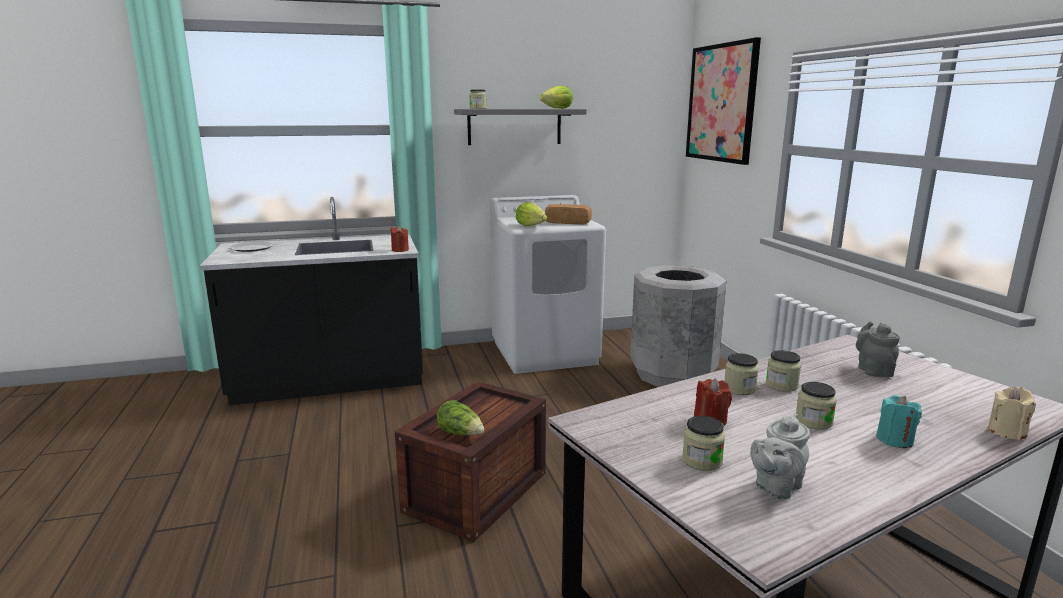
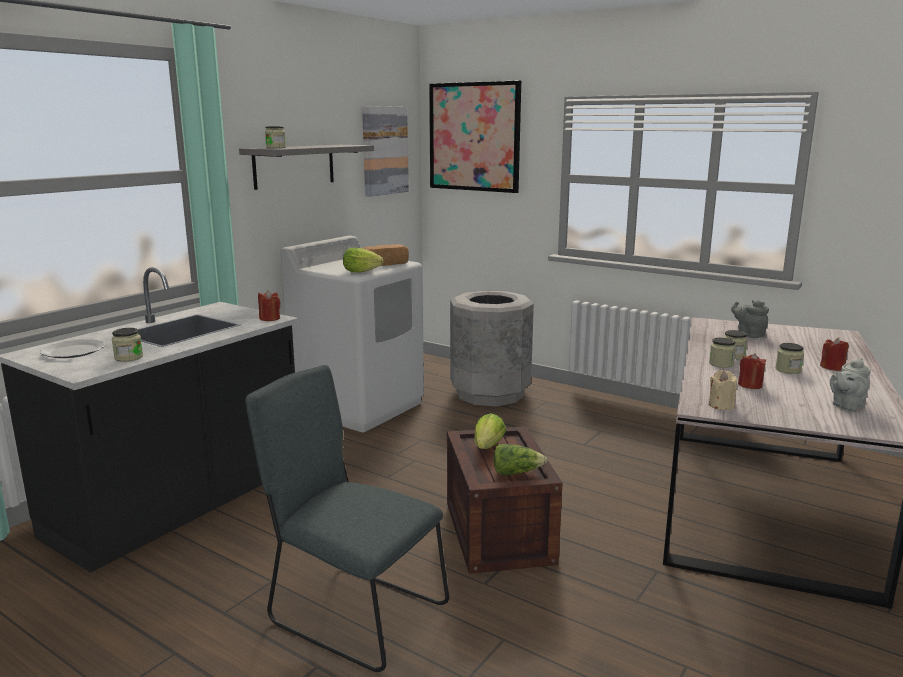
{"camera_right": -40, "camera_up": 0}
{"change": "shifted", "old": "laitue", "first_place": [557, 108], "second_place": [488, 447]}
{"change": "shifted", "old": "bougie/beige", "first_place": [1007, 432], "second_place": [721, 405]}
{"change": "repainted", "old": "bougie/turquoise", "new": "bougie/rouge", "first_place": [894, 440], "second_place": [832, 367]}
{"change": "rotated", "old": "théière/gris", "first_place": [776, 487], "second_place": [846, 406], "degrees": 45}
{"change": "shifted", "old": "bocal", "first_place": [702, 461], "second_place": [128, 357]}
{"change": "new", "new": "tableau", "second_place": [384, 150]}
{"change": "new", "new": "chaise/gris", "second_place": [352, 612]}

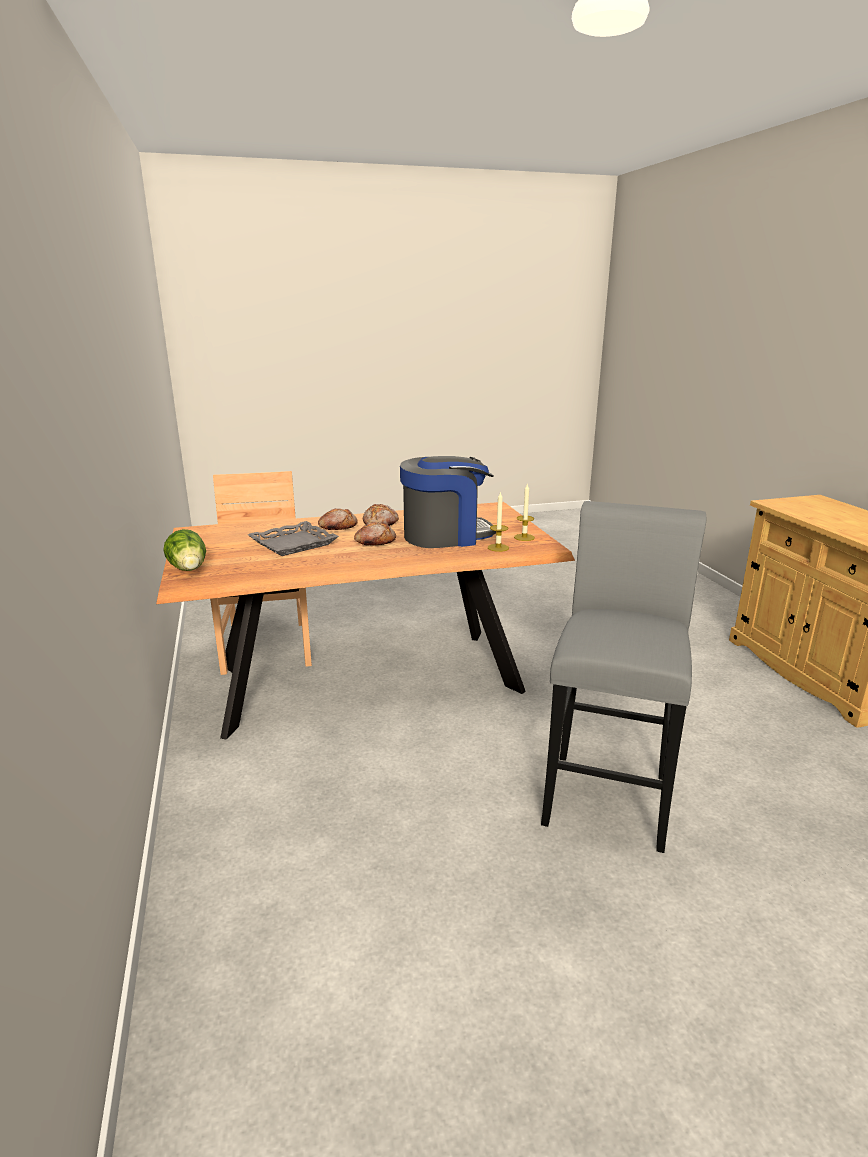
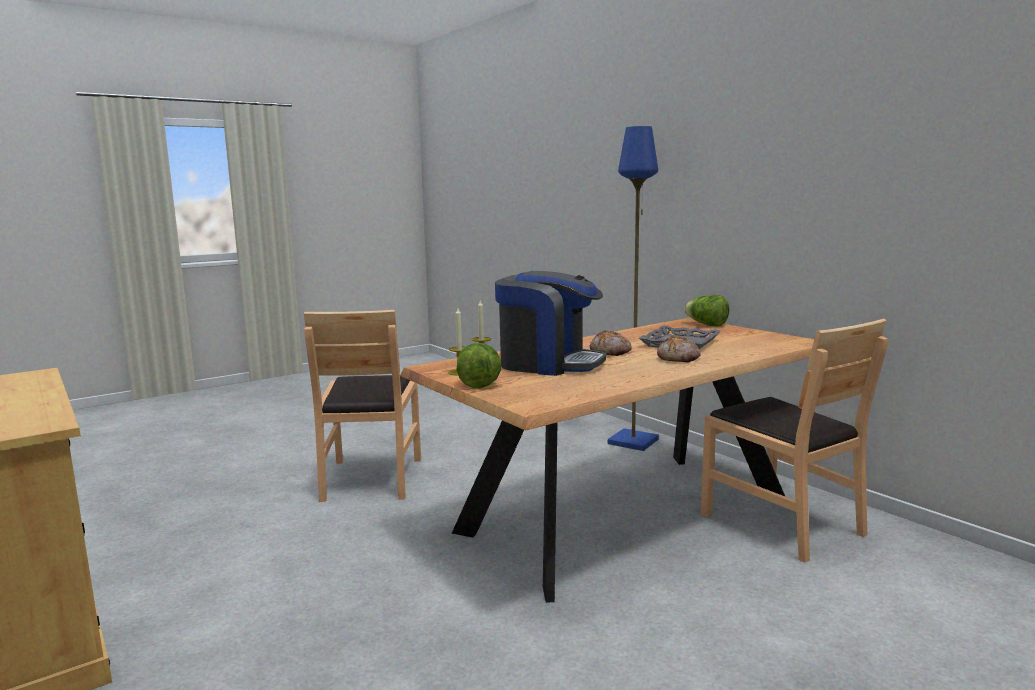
{"camera_right": 160, "camera_up": -10}
{"change": "rotated", "old": "machine à café", "first_place": [446, 536], "second_place": [548, 364], "degrees": -120}
{"change": "swapped", "old": "tabouret/gris", "new": "chaise/marron", "first_place": [608, 792], "second_place": [371, 478]}
{"change": "gone", "old": "pain", "first_place": [381, 522]}
{"change": "new", "new": "lampadaire/bleu", "second_place": [634, 441]}
{"change": "new", "new": "laitue", "second_place": [478, 383]}

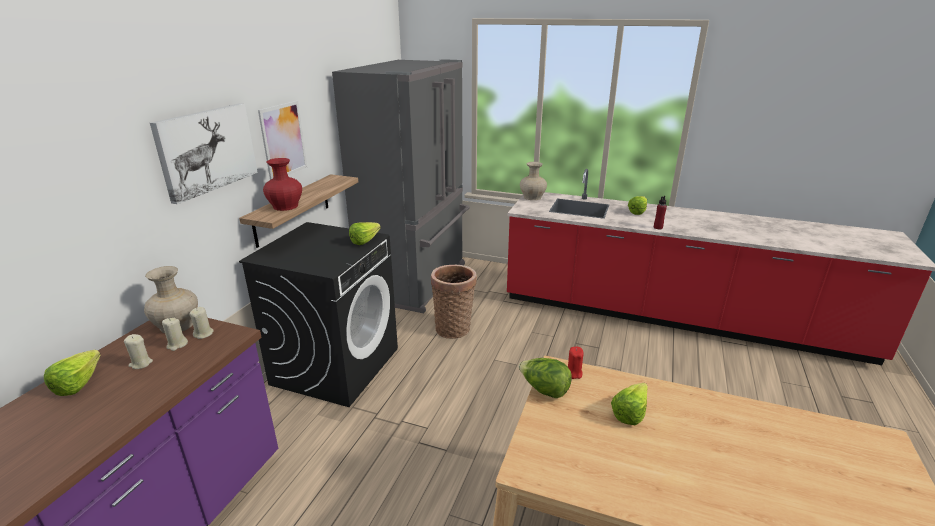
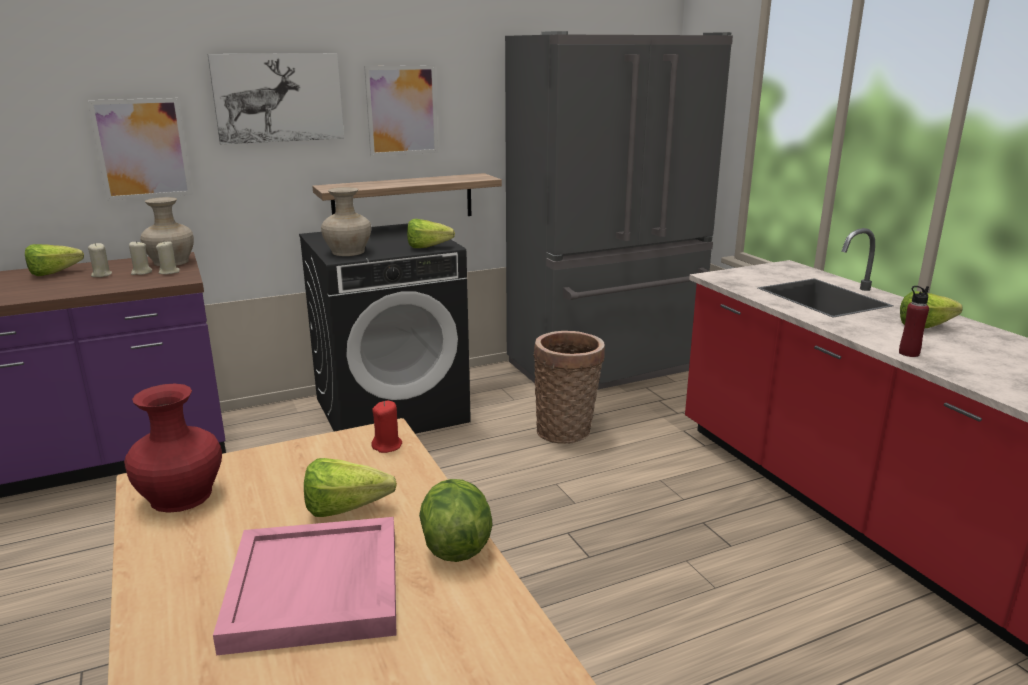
{"camera_right": 45, "camera_up": -5}
{"change": "shifted", "old": "vase/rouge", "first_place": [285, 206], "second_place": [181, 495]}
{"change": "shifted", "old": "vase/beige", "first_place": [532, 197], "second_place": [348, 252]}
{"change": "shifted", "old": "laitue", "first_place": [544, 390], "second_place": [455, 544]}
{"change": "new", "new": "tableau", "second_place": [142, 149]}
{"change": "new", "new": "plateau/rose", "second_place": [317, 588]}

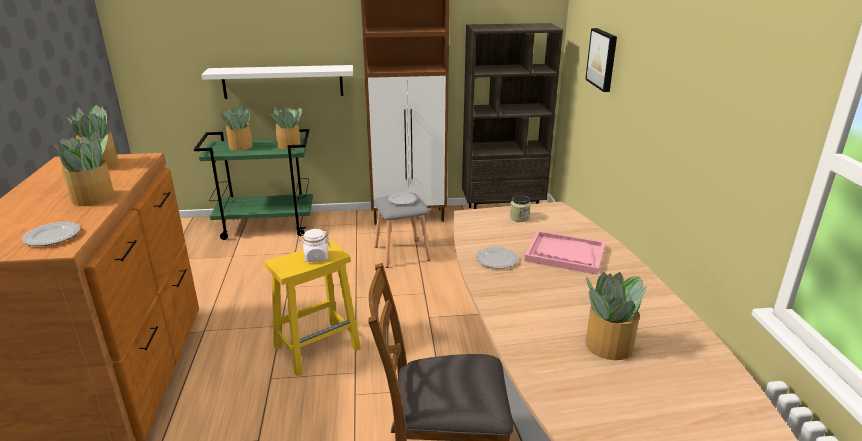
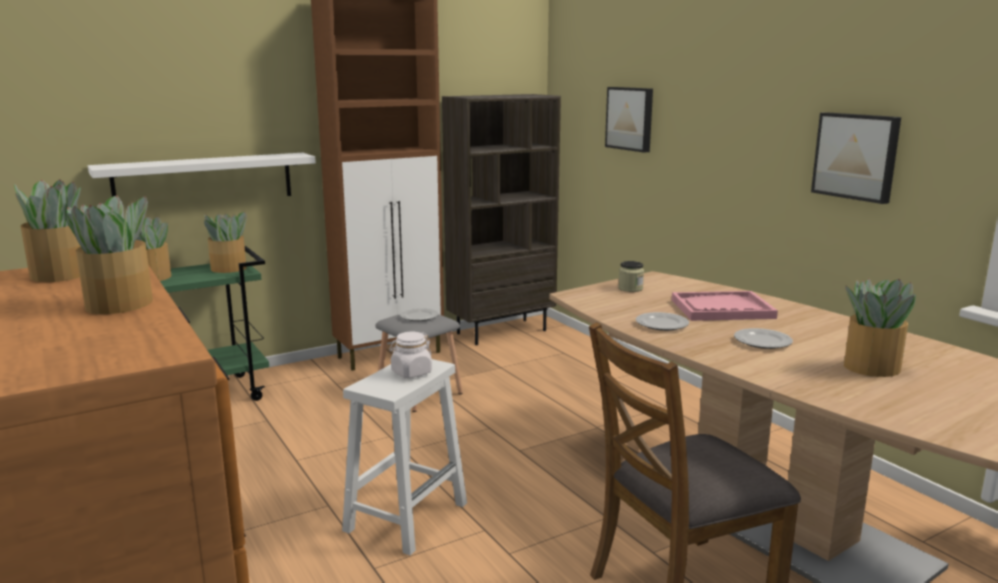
{"camera_right": -25, "camera_up": -10}
{"change": "shifted", "old": "assiette", "first_place": [53, 237], "second_place": [763, 342]}
{"change": "repainted", "old": "tabouret/jaune", "new": "tabouret/blanc", "first_place": [318, 347], "second_place": [407, 516]}
{"change": "new", "new": "tableau", "second_place": [856, 156]}

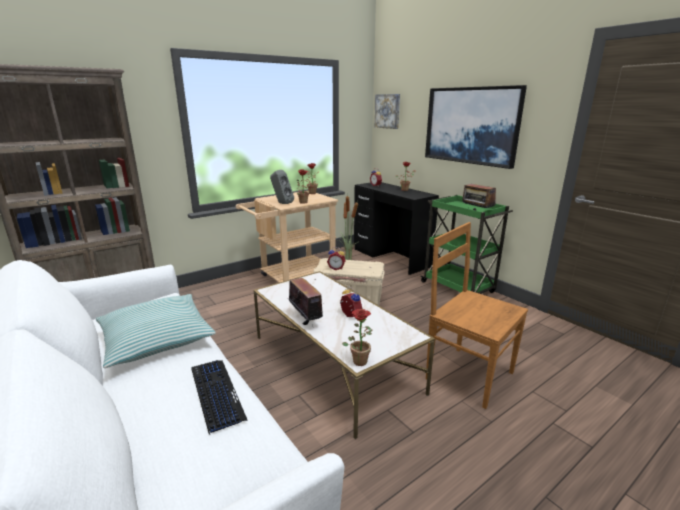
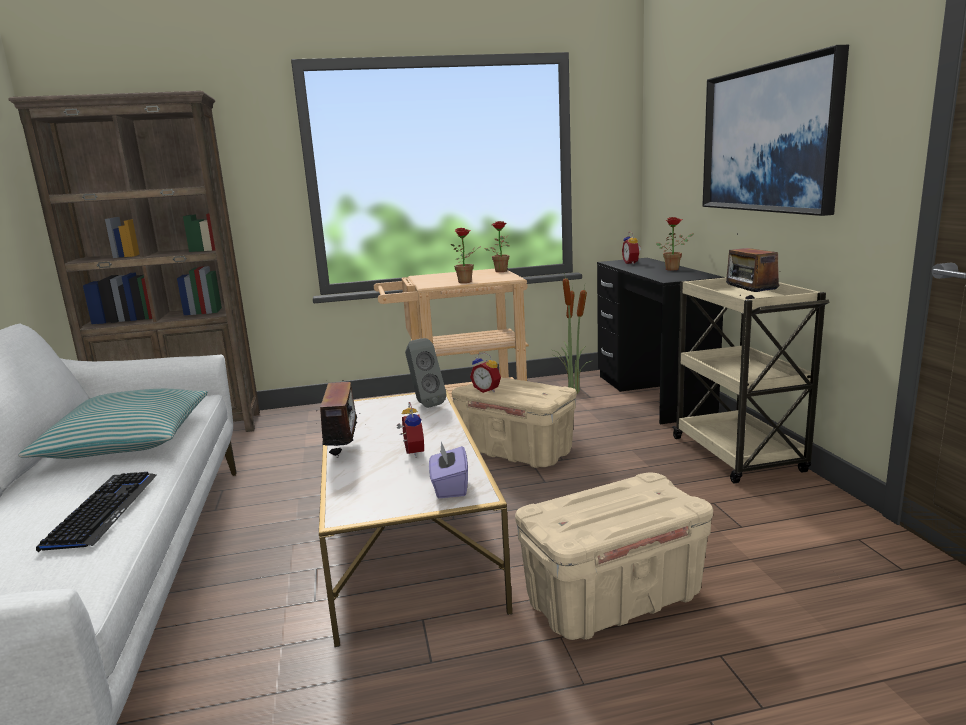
{"camera_right": 25, "camera_up": -5}
{"change": "gone", "old": "tableau", "first_place": [388, 111]}
{"change": "shifted", "old": "enceinte/gris", "first_place": [281, 203], "second_place": [424, 404]}
{"change": "repainted", "old": "chariot/vert", "new": "chariot/beige", "first_place": [458, 288], "second_place": [738, 456]}
{"change": "swapped", "old": "chaise/marron", "new": "boîte de rangement/beige", "first_place": [467, 374], "second_place": [614, 598]}
{"change": "gone", "old": "plante en pot", "first_place": [359, 359]}
{"change": "new", "new": "boîte à mouchoirs/violet", "second_place": [449, 487]}

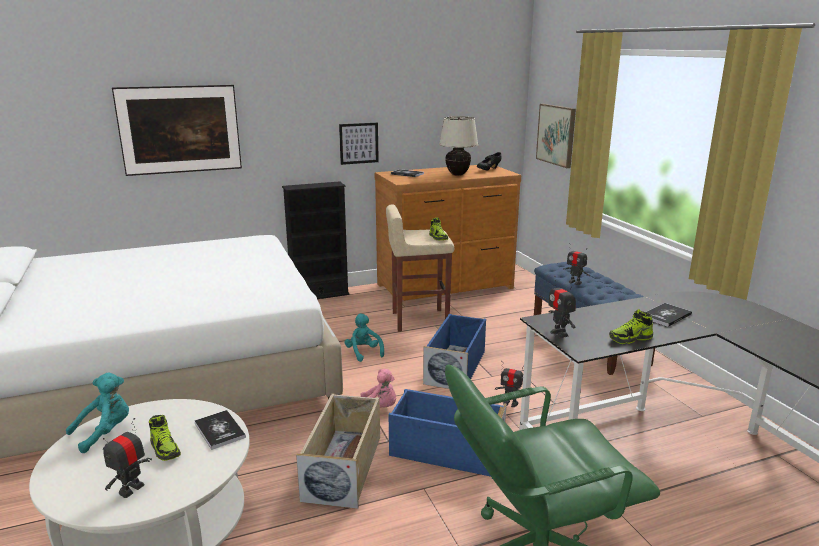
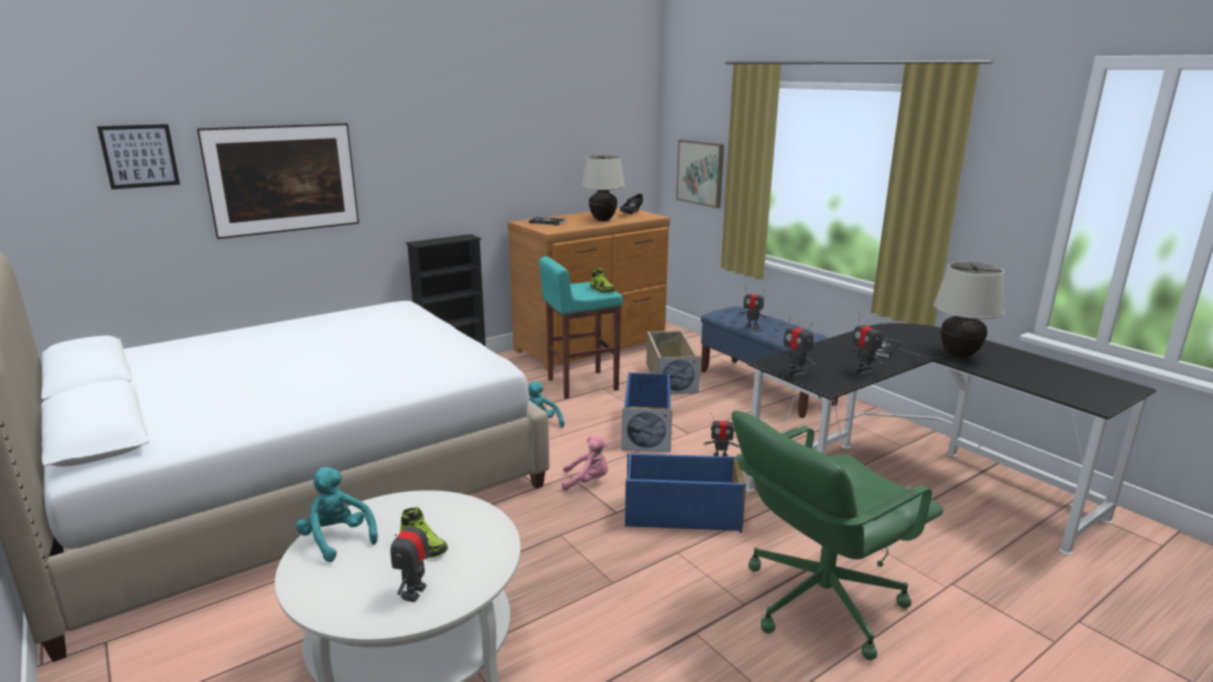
{"camera_right": -15, "camera_up": 0}
{"change": "shifted", "old": "tableau", "first_place": [359, 143], "second_place": [139, 156]}
{"change": "repainted", "old": "tabouret/beige", "new": "tabouret/turquoise", "first_place": [418, 320], "second_place": [581, 384]}
{"change": "swapped", "old": "chaussure", "new": "robot jouet", "first_place": [630, 339], "second_place": [863, 372]}
{"change": "rotated", "old": "peluche/turquoise", "first_place": [105, 432], "second_place": [337, 539], "degrees": -75}
{"change": "shifted", "old": "boîte de rangement/beige", "first_place": [343, 467], "second_place": [670, 377]}
{"change": "gone", "old": "livre", "first_place": [219, 430]}
{"change": "new", "new": "lampe de table/beige", "second_place": [959, 355]}

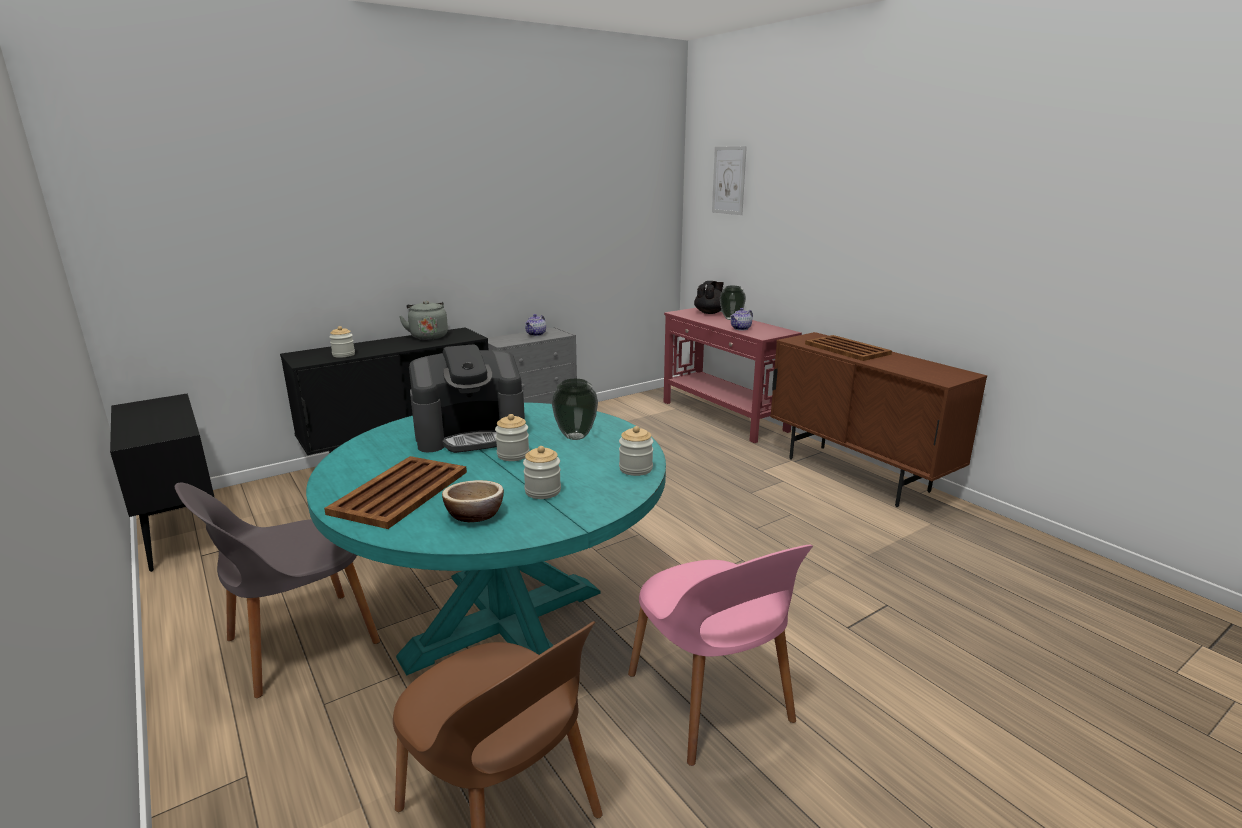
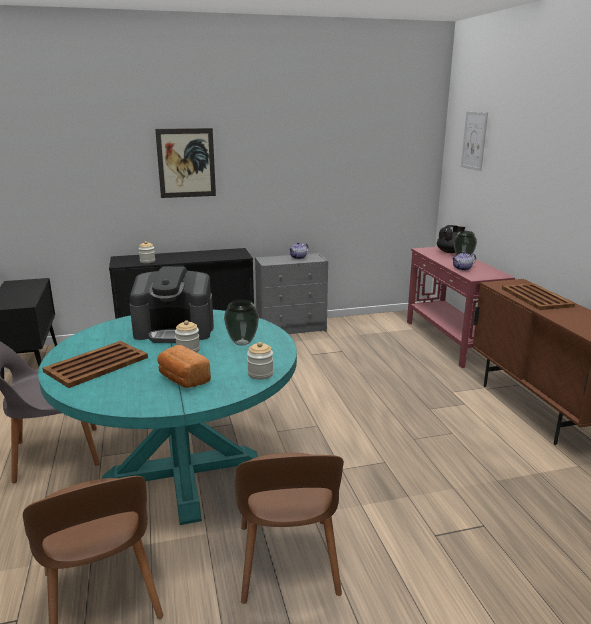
{"camera_right": 20, "camera_up": 0}
{"change": "gone", "old": "bouilloire/gris", "first_place": [428, 336]}
{"change": "swapped", "old": "bocal", "new": "pain", "first_place": [543, 491], "second_place": [182, 379]}
{"change": "gone", "old": "bol", "first_place": [475, 515]}
{"change": "repainted", "old": "chaise/rose", "new": "chaise/marron", "first_place": [710, 701], "second_place": [287, 562]}
{"change": "new", "new": "tableau", "second_place": [186, 163]}

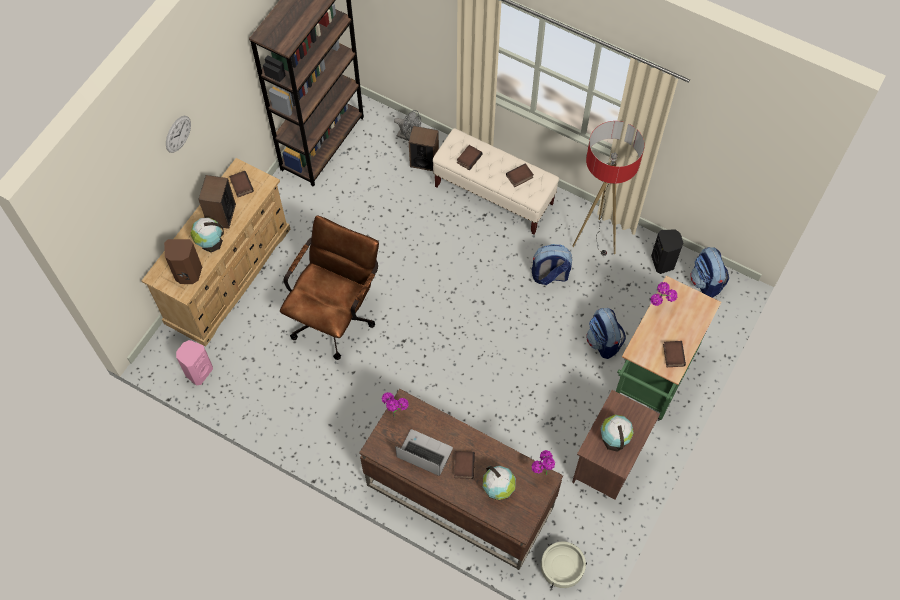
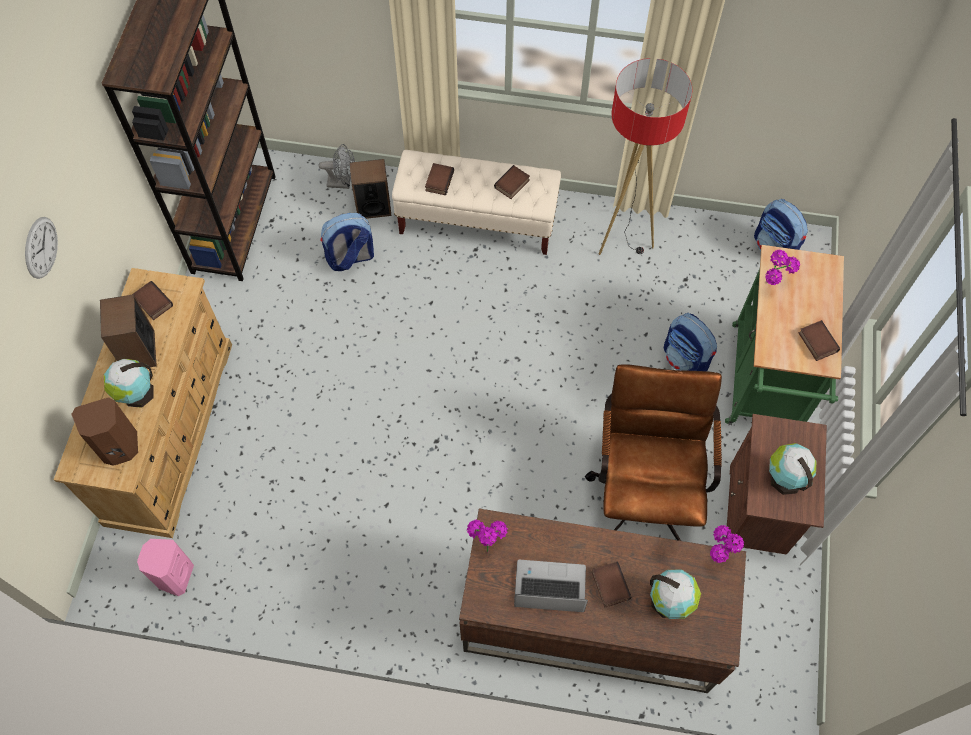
{"camera_right": -20, "camera_up": 0}
{"change": "shifted", "old": "chaise de bureau/marron", "first_place": [336, 314], "second_place": [645, 488]}
{"change": "gone", "old": "enceinte/noir", "first_place": [663, 262]}
{"change": "shifted", "old": "sac à dos", "first_place": [549, 275], "second_place": [350, 258]}
{"change": "gone", "old": "cache-pot/beige", "first_place": [561, 568]}

